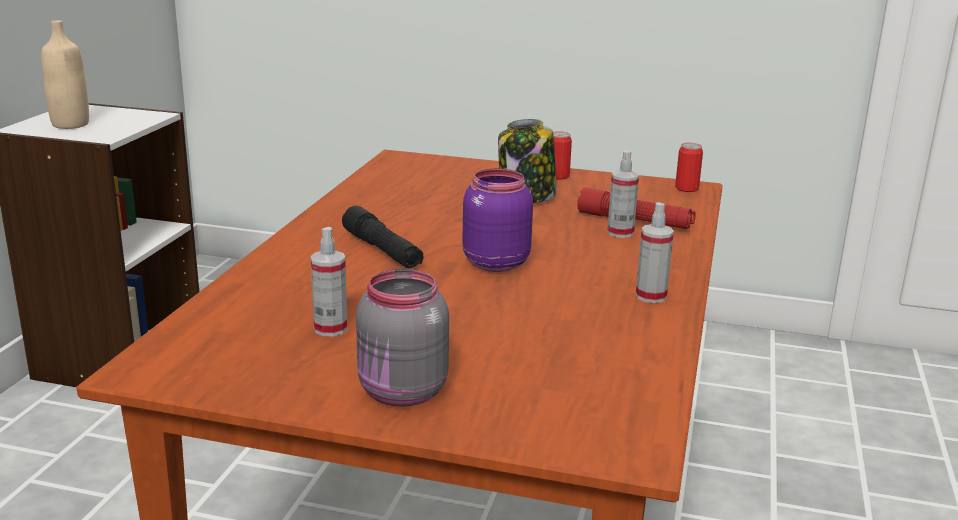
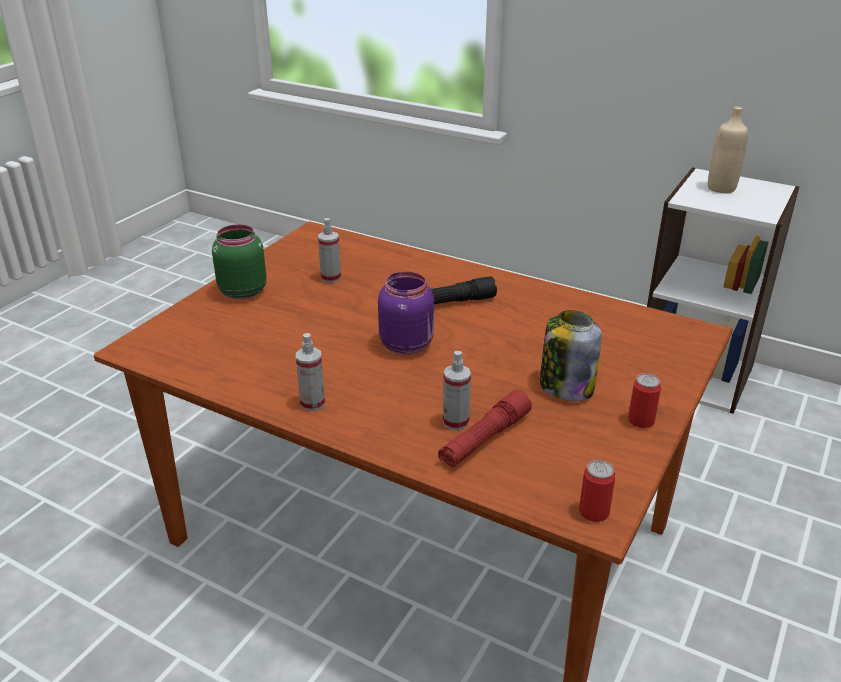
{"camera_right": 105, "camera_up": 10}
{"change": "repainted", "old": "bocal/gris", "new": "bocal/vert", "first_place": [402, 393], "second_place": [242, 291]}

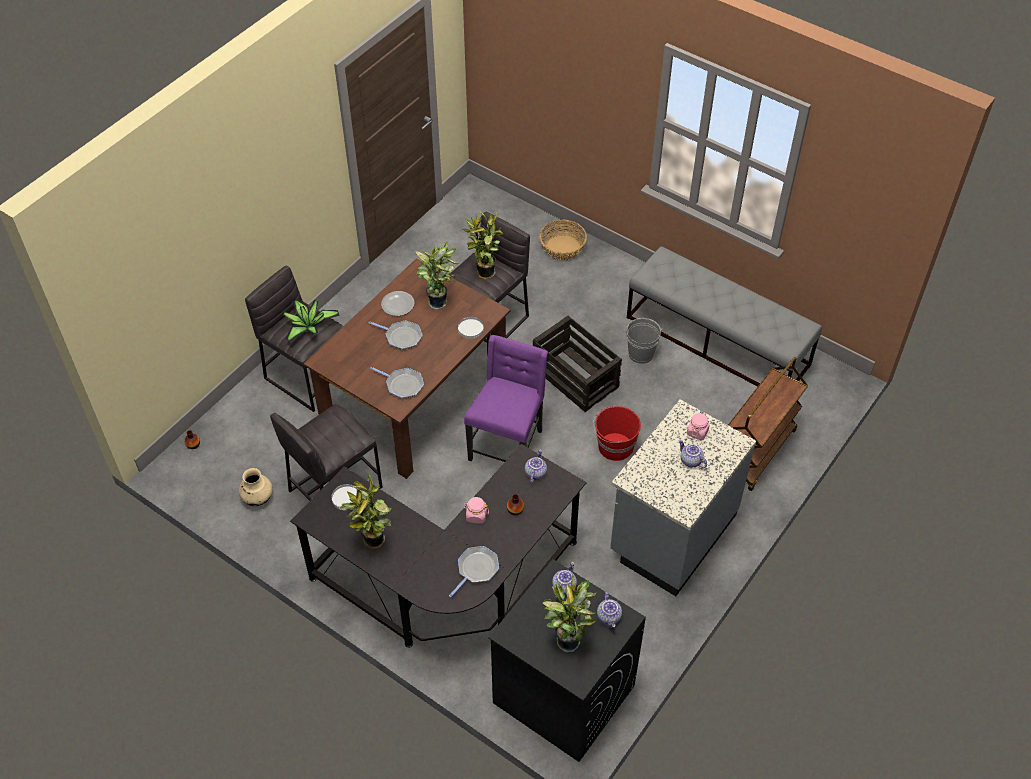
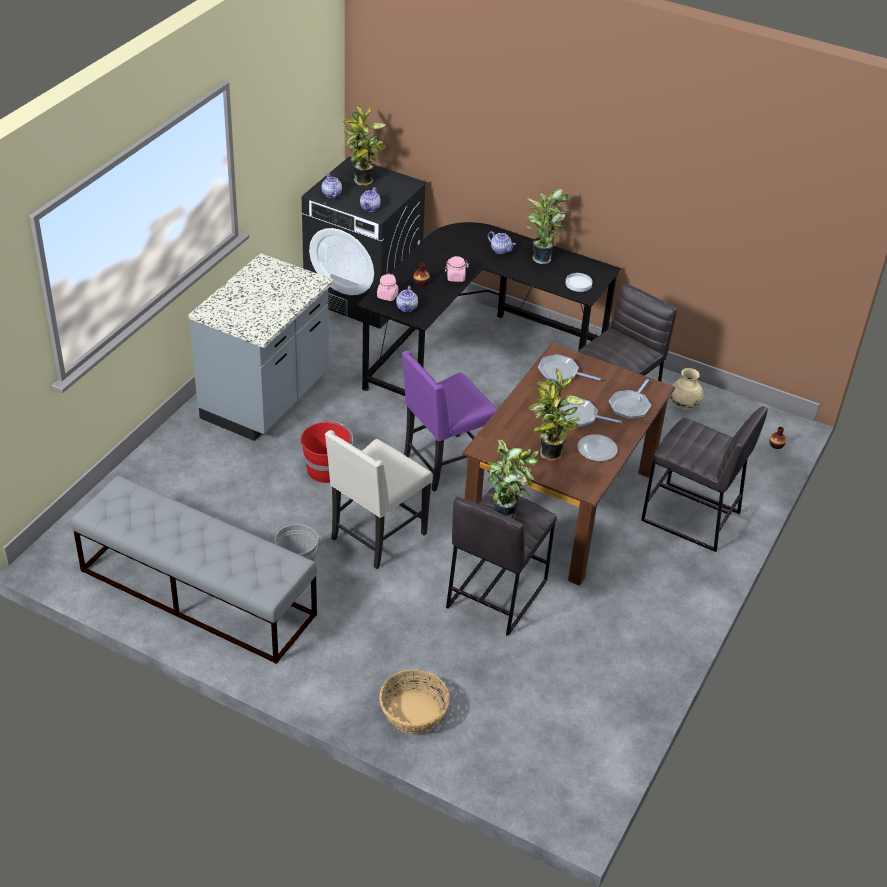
{"camera_right": 170, "camera_up": -10}
{"change": "gone", "old": "plante en pot", "first_place": [308, 326]}
{"change": "swapped", "old": "caisse", "new": "chaise/beige", "first_place": [576, 377], "second_place": [376, 537]}
{"change": "gone", "old": "assiette/blanc", "first_place": [470, 329]}
{"change": "rotated", "old": "chaise/violet", "first_place": [507, 444], "second_place": [445, 464], "degrees": 45}
{"change": "gone", "old": "chariot/marron", "first_place": [756, 452]}
{"change": "shifted", "old": "bocal/rose", "first_place": [697, 432], "second_place": [387, 296]}
{"change": "shifted", "old": "théière", "first_place": [690, 461], "second_place": [501, 250]}
{"change": "shifted", "old": "poêle", "first_place": [476, 569], "second_place": [630, 406]}

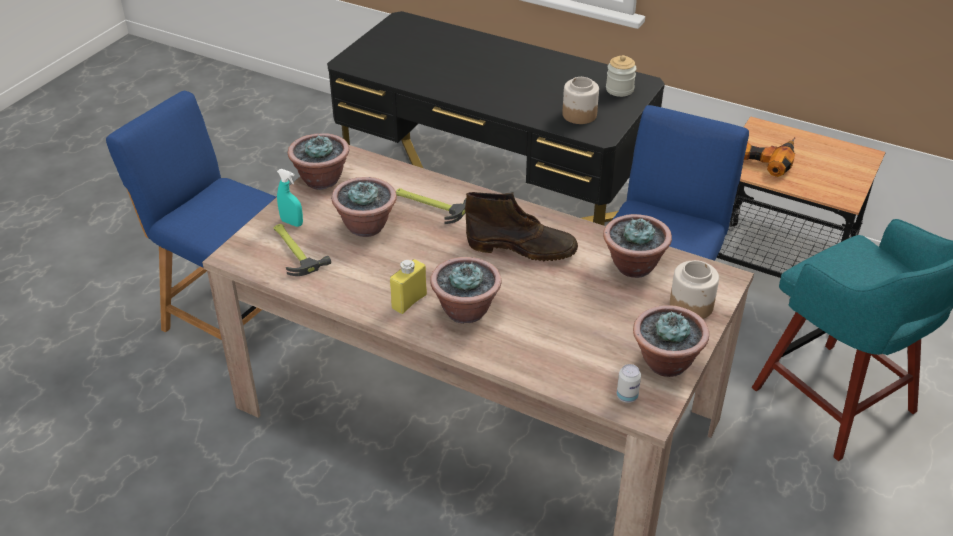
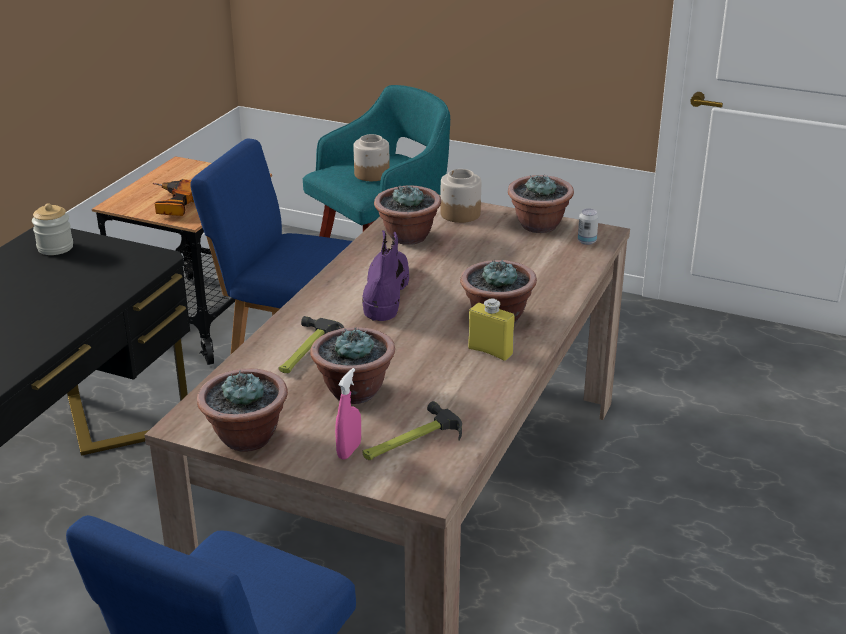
{"camera_right": -95, "camera_up": -10}
{"change": "shifted", "old": "bocal", "first_place": [579, 115], "second_place": [371, 174]}
{"change": "repainted", "old": "vaporisateur/turquoise", "new": "vaporisateur/rose", "first_place": [292, 222], "second_place": [349, 451]}
{"change": "repainted", "old": "botte/marron", "new": "botte/violet", "first_place": [522, 248], "second_place": [386, 291]}

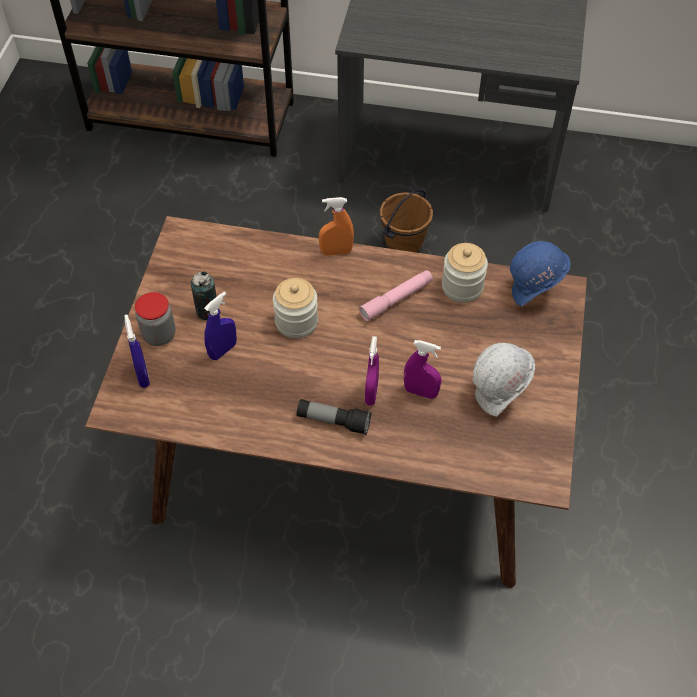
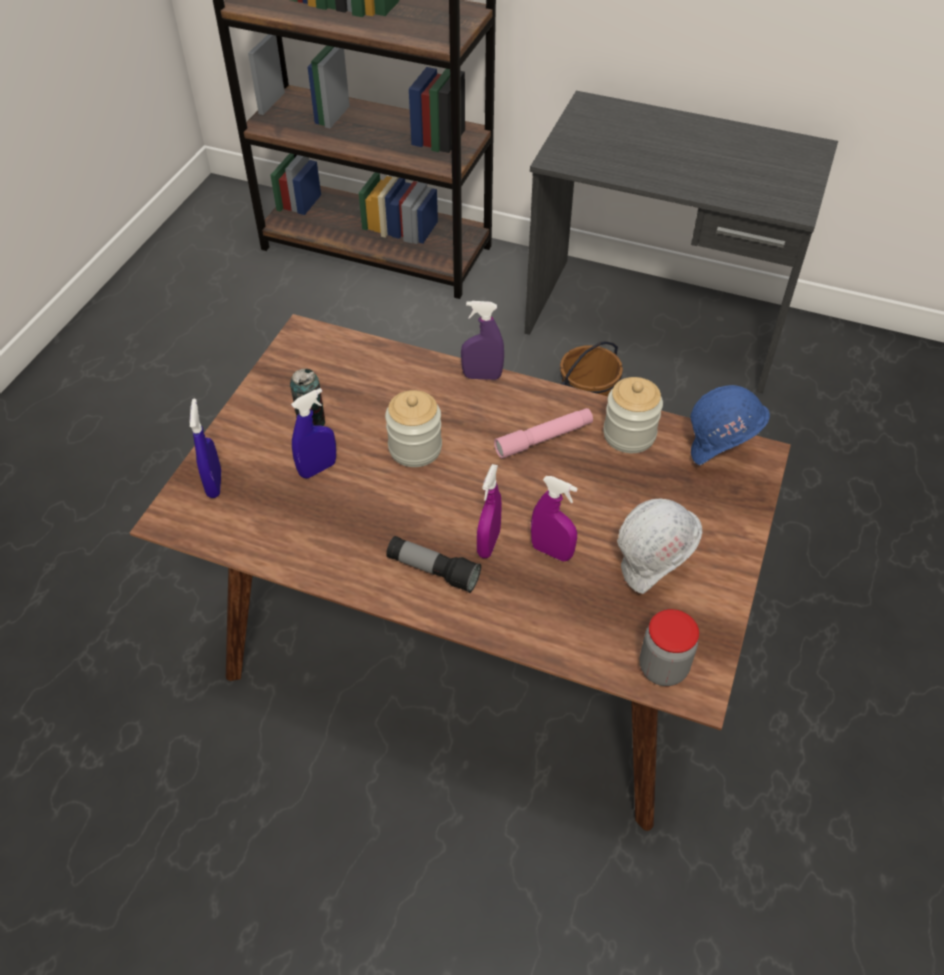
{"camera_right": 10, "camera_up": -5}
{"change": "repainted", "old": "vaporisateur/orange", "new": "vaporisateur/violet", "first_place": [336, 252], "second_place": [482, 376]}
{"change": "shifted", "old": "bocal", "first_place": [159, 335], "second_place": [663, 668]}

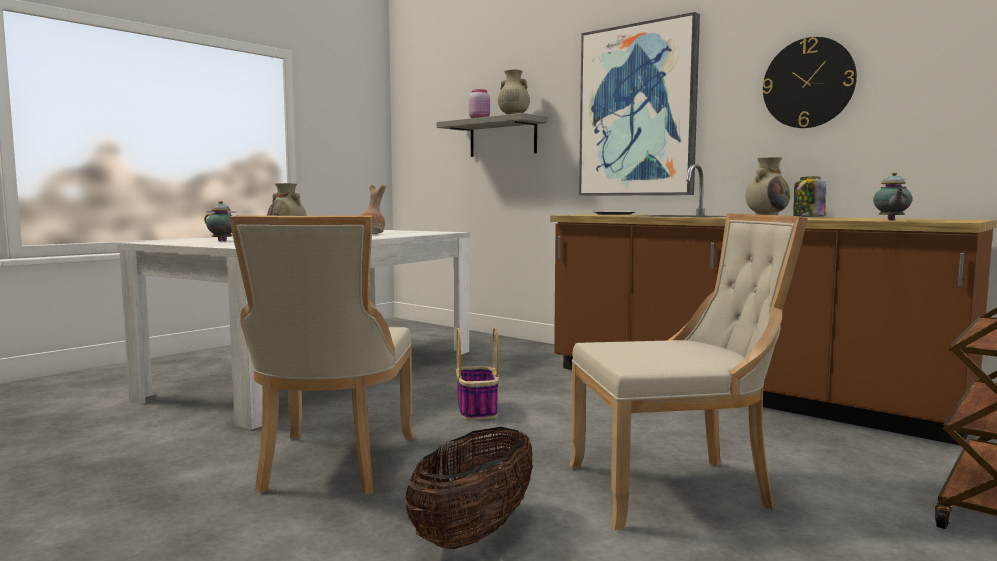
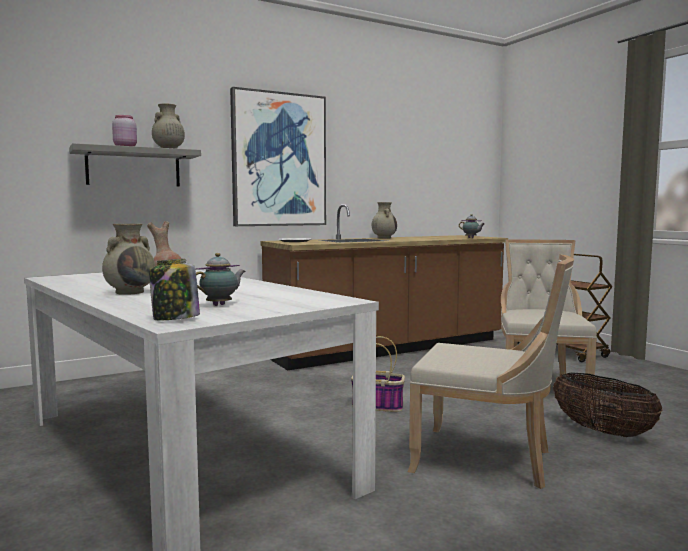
{"camera_right": -70, "camera_up": 0}
{"change": "gone", "old": "horloge murale", "first_place": [808, 83]}
{"change": "shifted", "old": "bocal", "first_place": [808, 217], "second_place": [175, 318]}

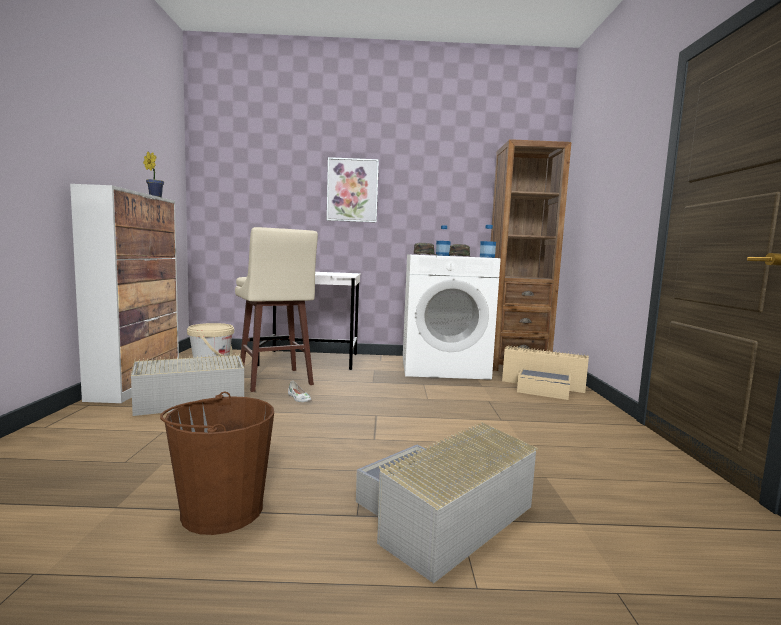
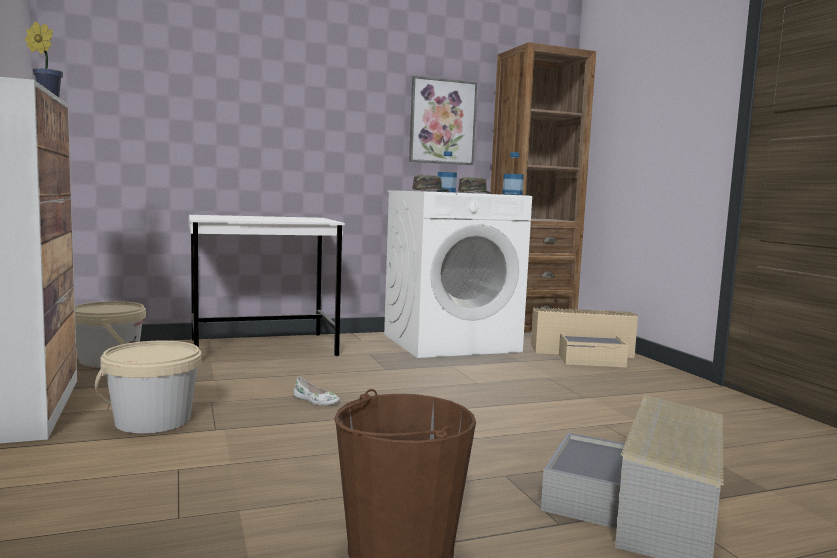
{"camera_right": -20, "camera_up": 0}
{"change": "shifted", "old": "tableau", "first_place": [352, 190], "second_place": [442, 122]}
{"change": "gone", "old": "tabouret/beige", "first_place": [275, 381]}
{"change": "swapped", "old": "boîte de rangement/gris", "new": "seau/beige", "first_place": [188, 399], "second_place": [153, 421]}

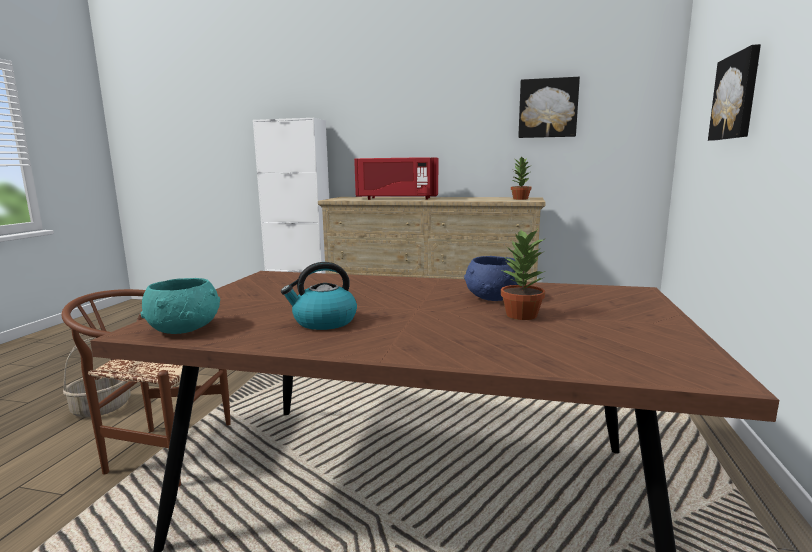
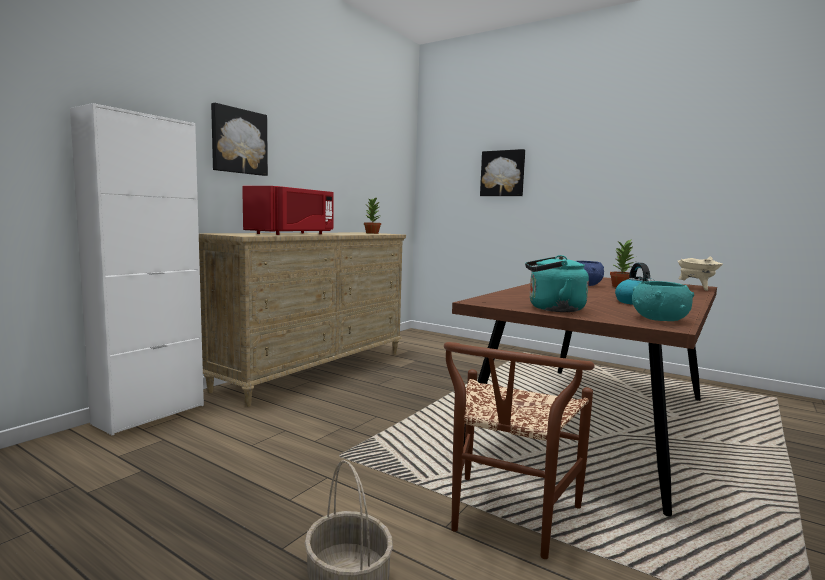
{"camera_right": -70, "camera_up": -5}
{"change": "shifted", "old": "tableau", "first_place": [548, 108], "second_place": [238, 141]}
{"change": "new", "new": "bouilloire/turquoise", "second_place": [552, 309]}
{"change": "new", "new": "marmite/beige", "second_place": [697, 288]}

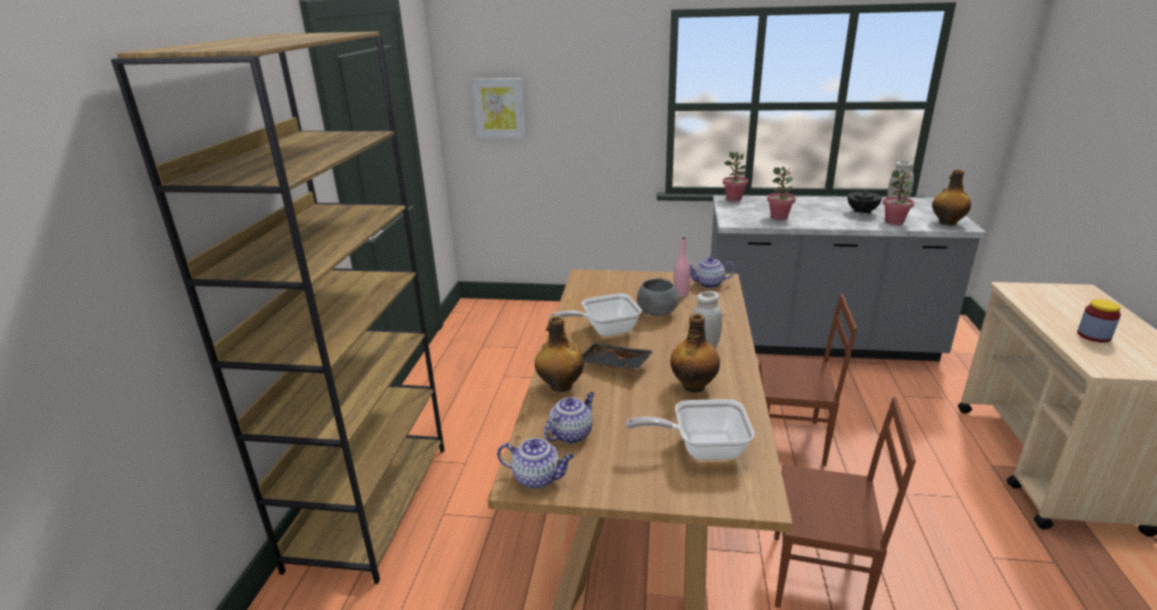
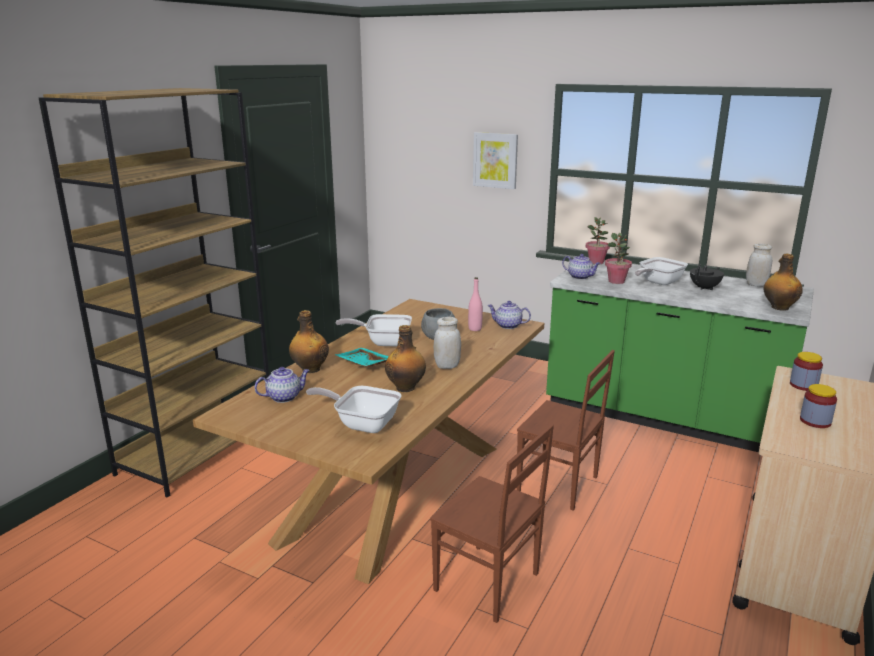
{"camera_right": 20, "camera_up": -5}
{"change": "shifted", "old": "tableau", "first_place": [499, 108], "second_place": [495, 160]}
{"change": "gone", "old": "plante en pot", "first_place": [894, 222]}
{"change": "repainted", "old": "comptoir de cuisine/gris", "new": "comptoir de cuisine/vert", "first_place": [816, 341], "second_place": [662, 416]}
{"change": "repainted", "old": "plateau/noir", "new": "plateau/turquoise", "first_place": [613, 365], "second_place": [362, 364]}
{"change": "shifted", "old": "théière", "first_place": [538, 478], "second_place": [580, 277]}
{"change": "new", "new": "poêle", "second_place": [658, 283]}
{"change": "new", "new": "bocal", "second_place": [803, 385]}

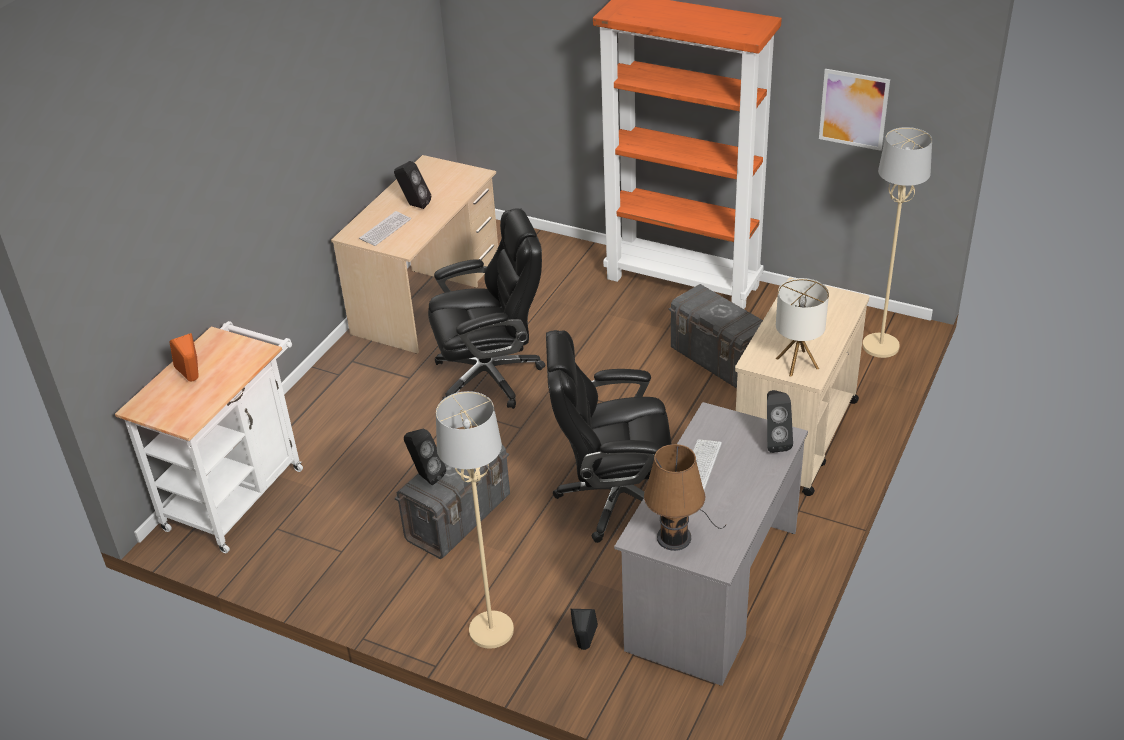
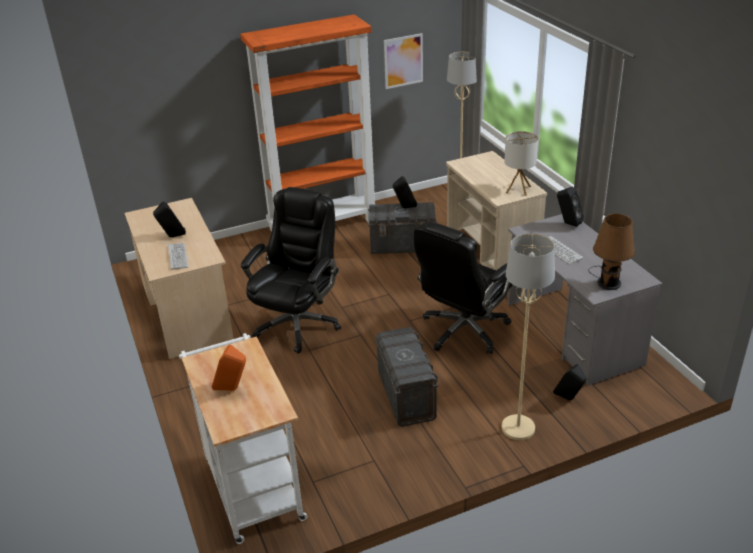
{"camera_right": -50, "camera_up": -5}
{"change": "shifted", "old": "enceinte/noir", "first_place": [425, 476], "second_place": [405, 208]}

